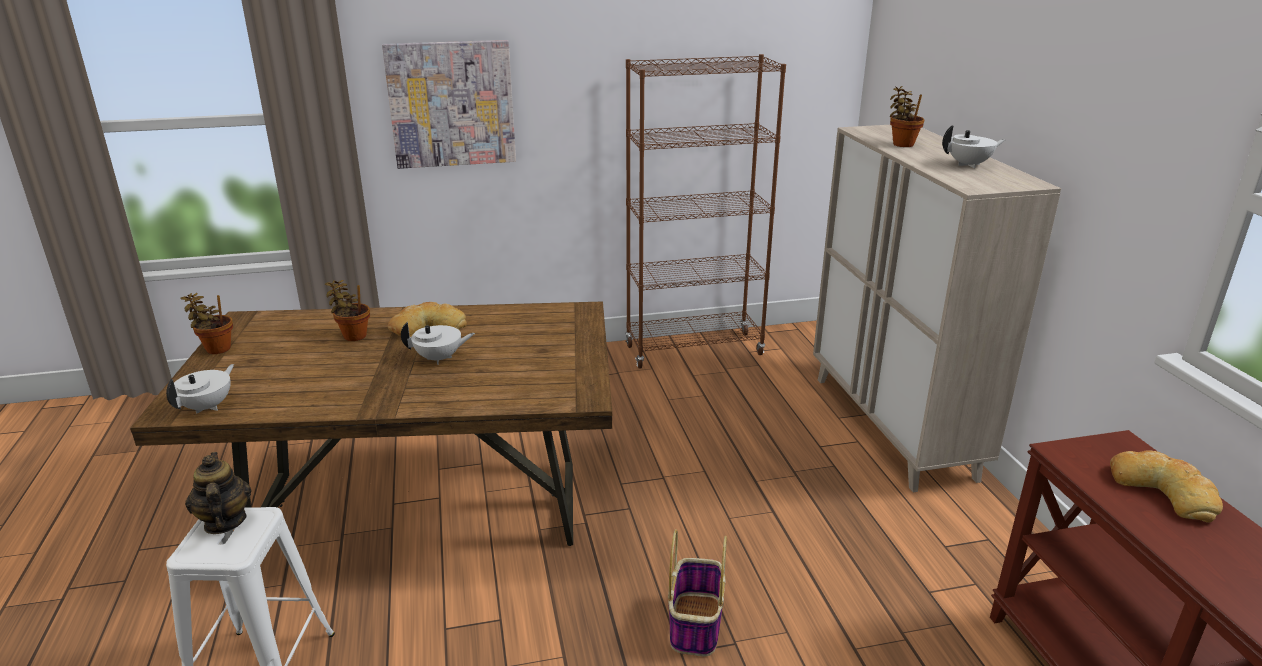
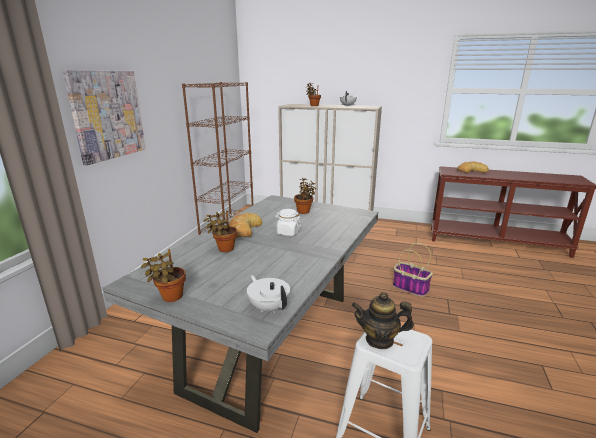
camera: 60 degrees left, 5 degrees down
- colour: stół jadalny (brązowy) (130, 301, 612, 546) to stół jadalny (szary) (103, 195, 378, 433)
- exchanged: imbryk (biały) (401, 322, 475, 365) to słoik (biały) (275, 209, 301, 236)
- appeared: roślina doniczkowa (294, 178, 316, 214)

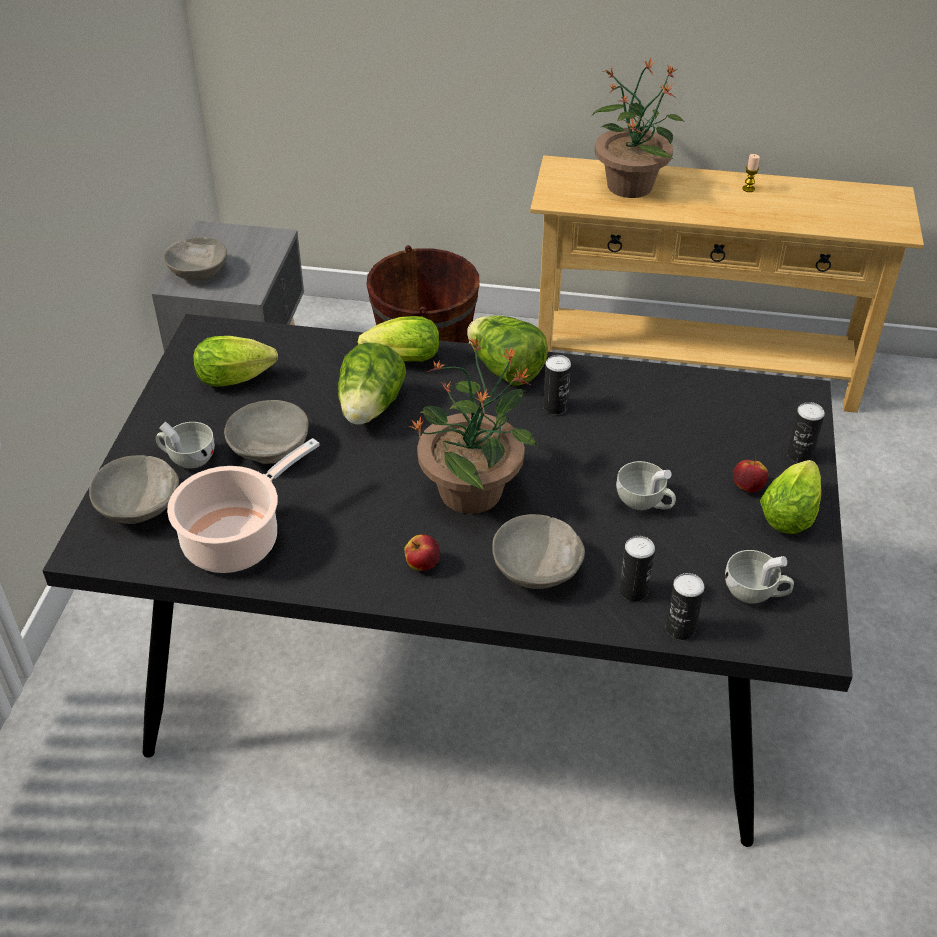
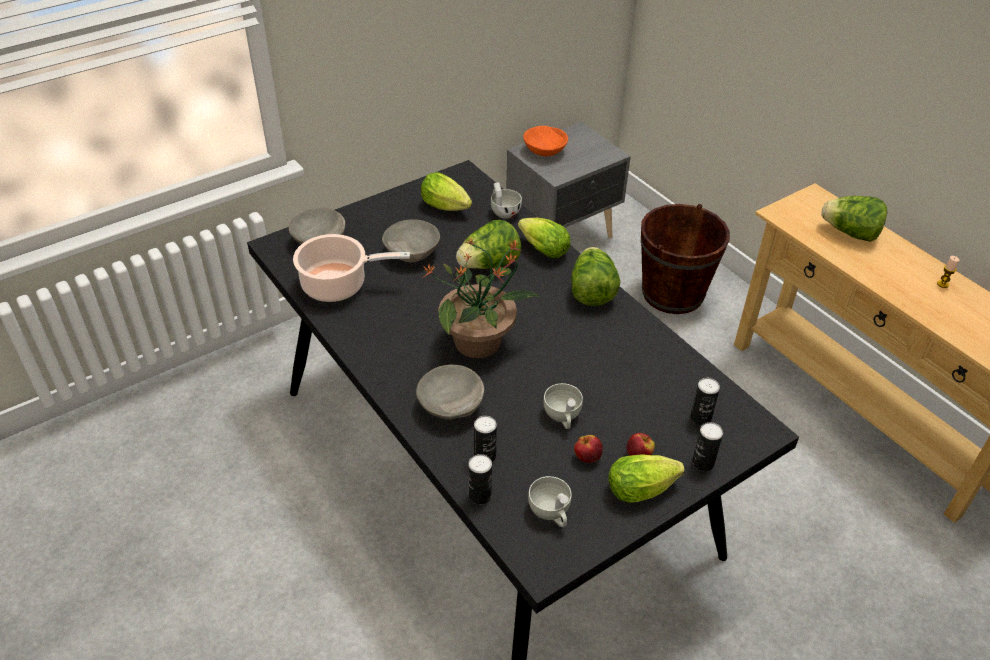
camera: 45 degrees right, 0 degrees up
- exchanged: roślina doniczkowa (592, 58, 684, 198) to sałata (821, 196, 887, 242)
- colour: miska (szary) (163, 237, 227, 281) to miska (pomarańczowy) (523, 126, 568, 156)
- relocated: puszka (543, 355, 571, 414) to (690, 378, 720, 426)
- relocated: filiżanka (biały) (155, 422, 215, 469) to (491, 182, 522, 219)
- relocated: jabłko (404, 534, 440, 571) to (574, 435, 603, 463)

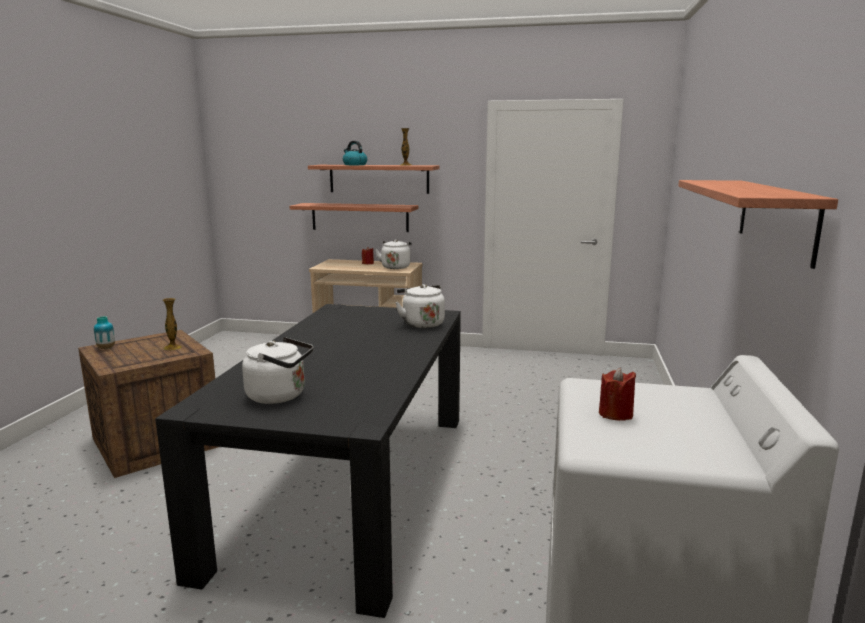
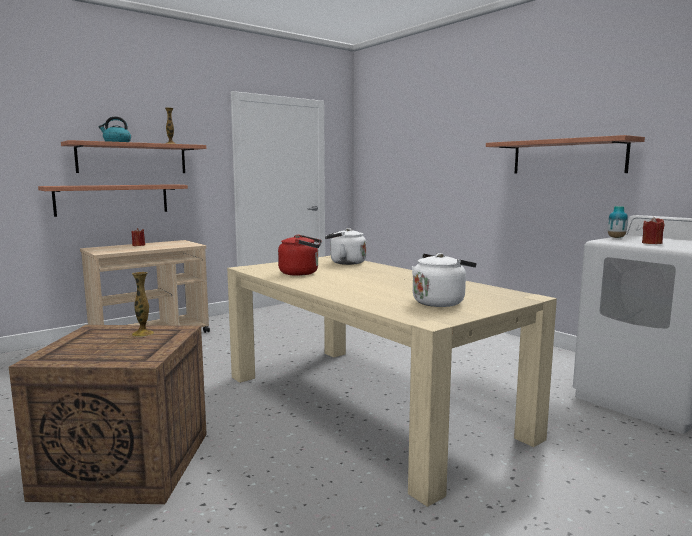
camera: 50 degrees left, 5 degrees down
- missing: czajnik (biały) (375, 239, 412, 269)
- colour: stół jadalny (czarny) (155, 304, 461, 618) to stół jadalny (beżowy) (227, 256, 557, 507)
- relocated: wazon (94, 316, 115, 349) to (608, 206, 628, 238)
- appeared: czajnik (czerwony) (278, 235, 322, 276)

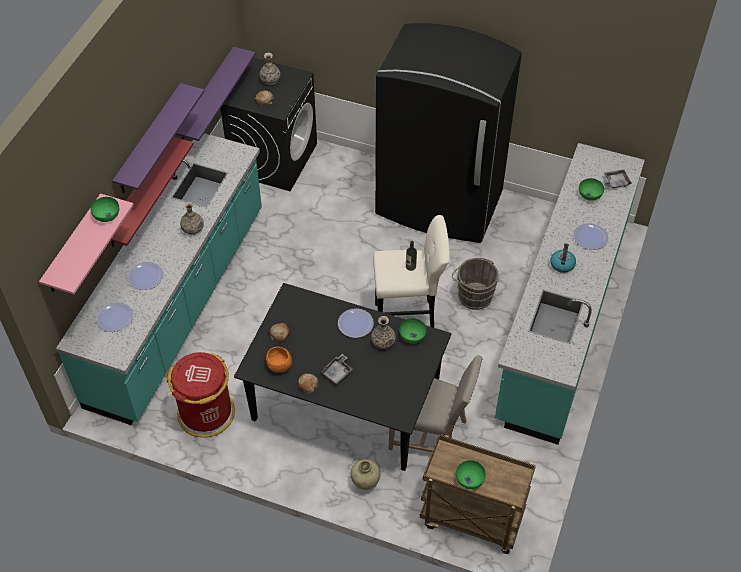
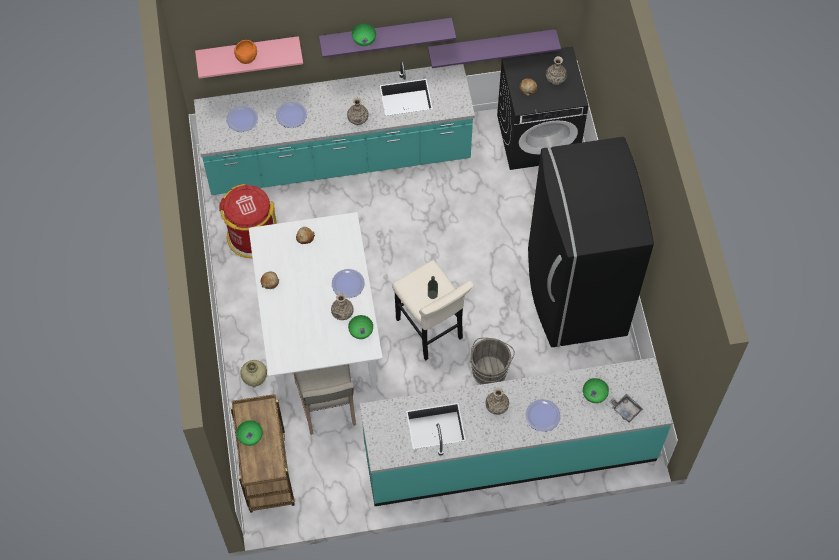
camera: 60 degrees right, 10 degrees up
- missing: półka (czerwony) (110, 137, 194, 247)
- relocated: miska (zielony) (90, 197, 119, 222) to (352, 24, 376, 46)
- exchanged: czajnik (550, 243, 576, 273) to wazon (485, 387, 509, 415)
- colour: stół jadalny (czarny) (234, 283, 451, 471) to stół jadalny (biały) (249, 212, 383, 402)
- relocated: miska (pomarańczowy) (266, 347, 292, 373) to (234, 40, 257, 64)
- missing: taca (szary) (320, 354, 353, 385)

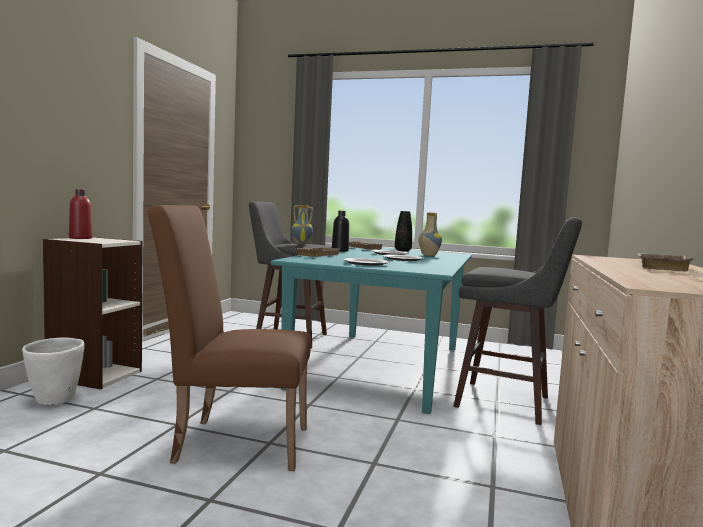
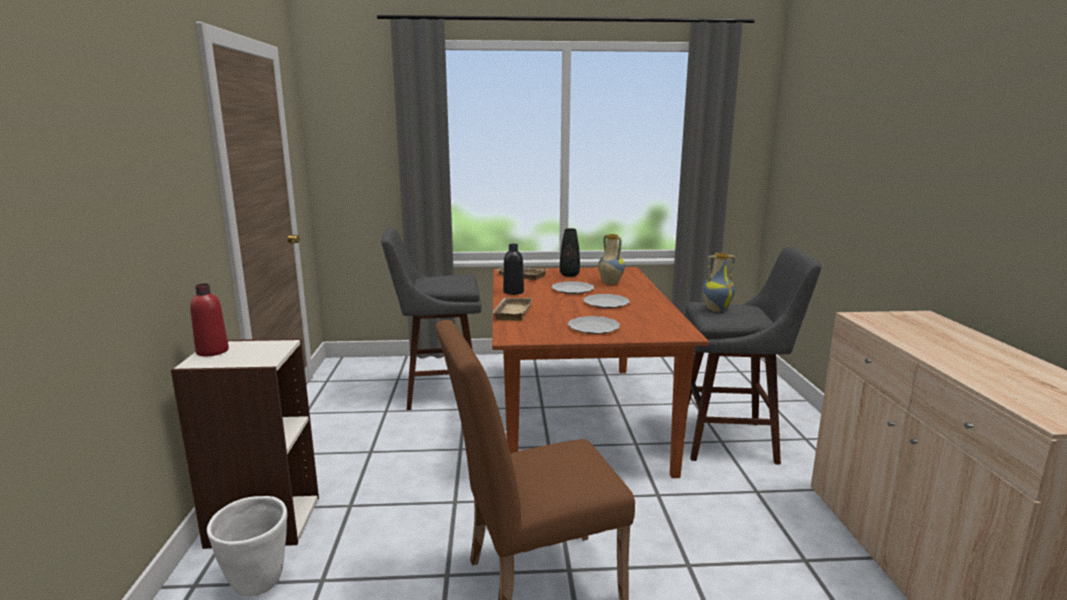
camera: 20 degrees left, 10 degrees up
- relocated: wazon (292, 205, 313, 245) to (702, 253, 735, 312)
- colour: stół jadalny (turkusowy) (271, 247, 472, 414) to stół jadalny (brązowy) (492, 267, 709, 478)
- missing: taca (beżowy) (637, 253, 695, 271)

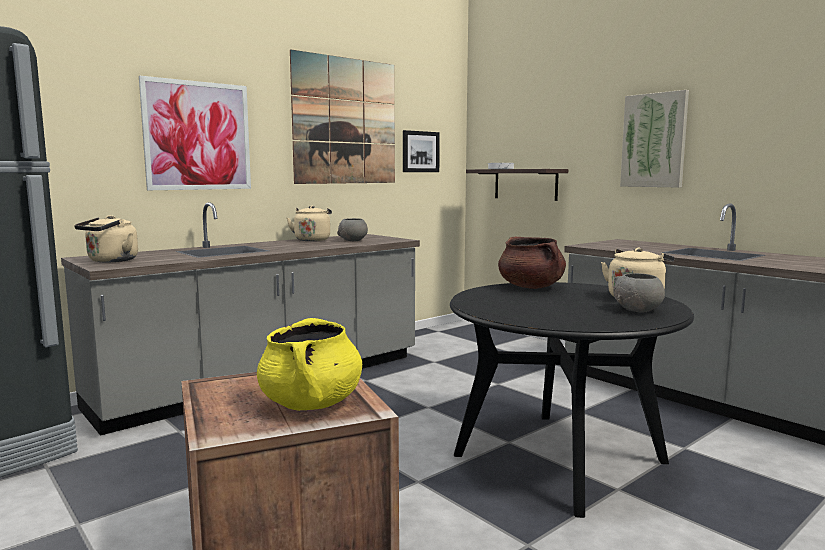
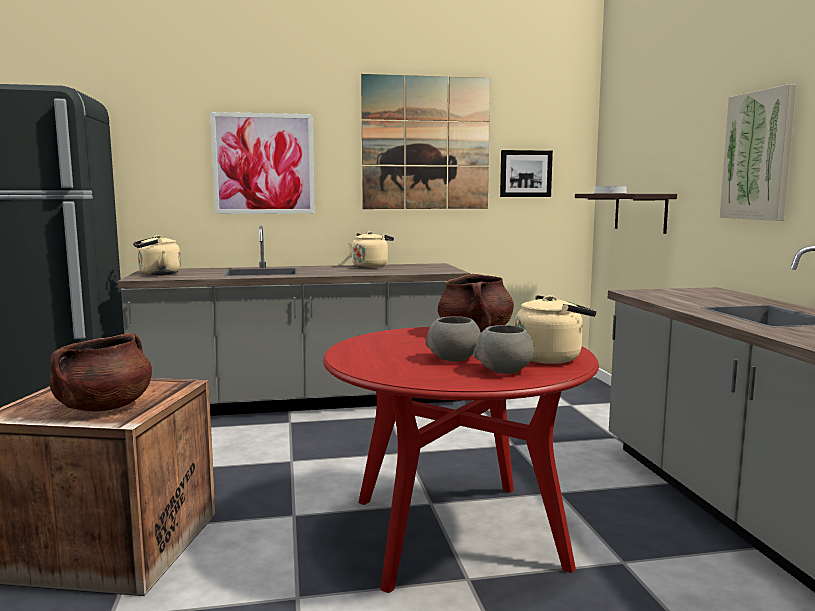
camera: 30 degrees right, 0 degrees up
- relocated: miska (szary) (337, 218, 368, 241) to (425, 316, 481, 362)
- colour: stół jadalny (czarny) (450, 282, 694, 518) to stół jadalny (czerwony) (323, 327, 599, 593)
- colour: garnek (żółty) (257, 318, 362, 411) to garnek (brązowy) (50, 333, 152, 412)

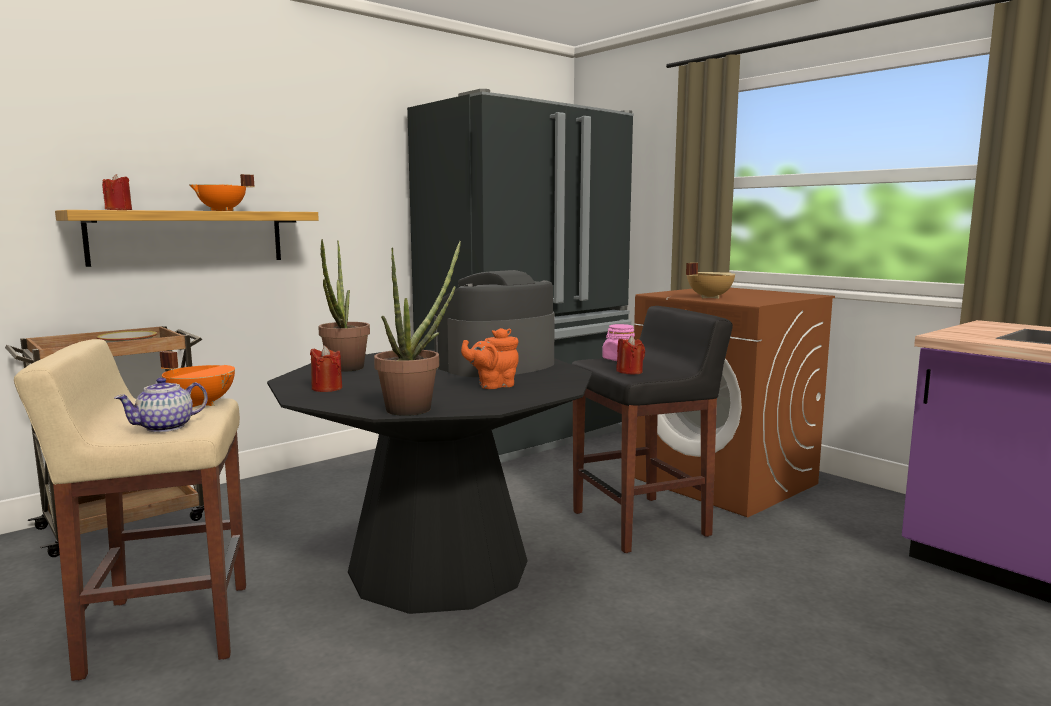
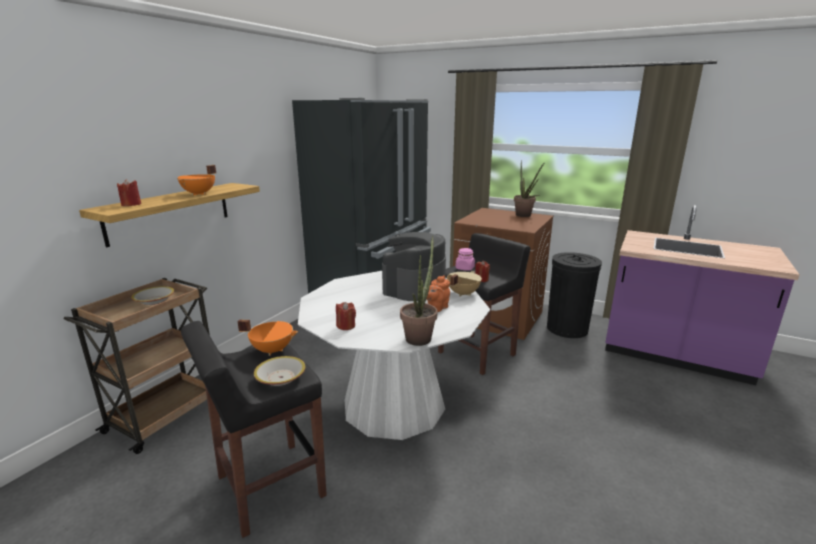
camera: 20 degrees left, 10 degrees up
- relocated: roślina doniczkowa (318, 239, 370, 372) to (514, 161, 545, 217)
- relocated: garnek (beżowy) (686, 263, 735, 299) to (447, 271, 482, 297)
- colour: stołek (beżowy) (14, 339, 246, 681) to stołek (czarny) (181, 321, 327, 538)
- colour: stół jadalny (czarny) (267, 350, 592, 614) to stół jadalny (biały) (298, 271, 490, 440)
- exchanged: imbryk (114, 377, 208, 432) to miska (254, 356, 306, 386)
- appeared: kosz na śmieci (czarny) (547, 252, 602, 338)

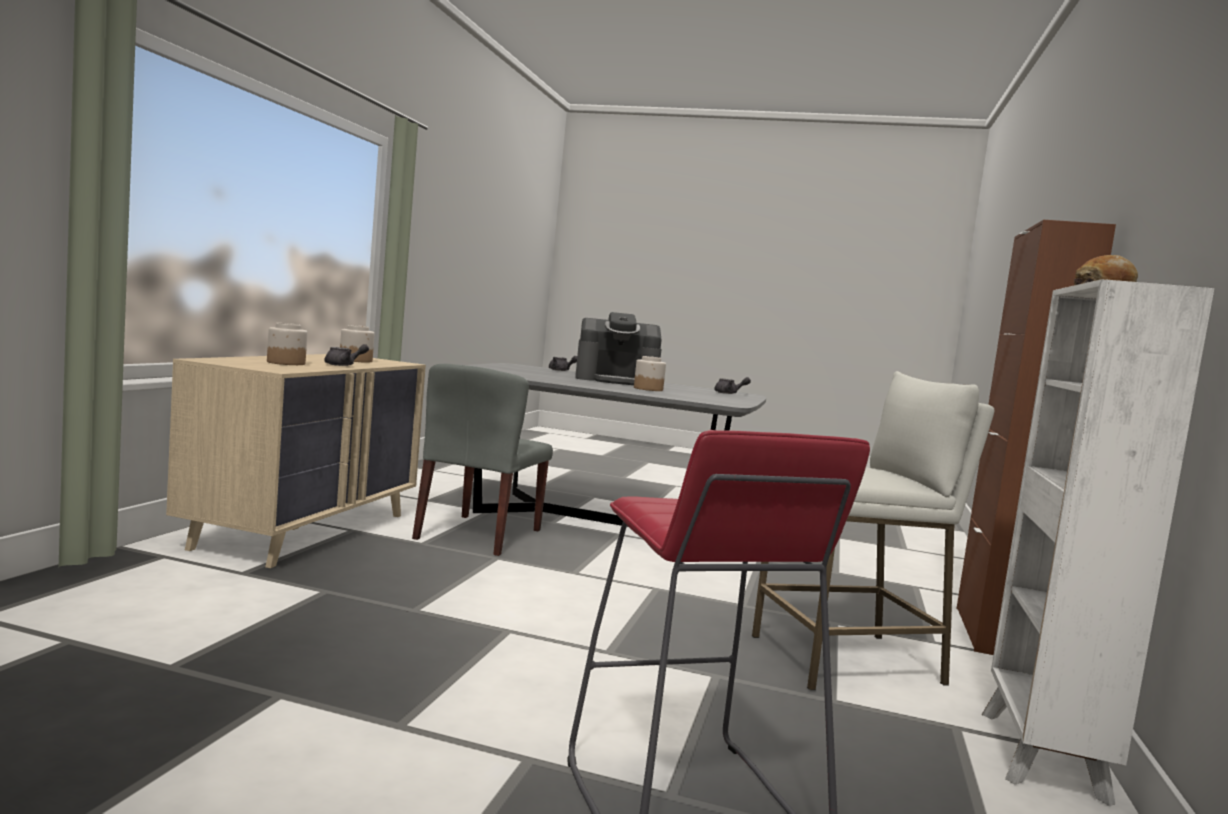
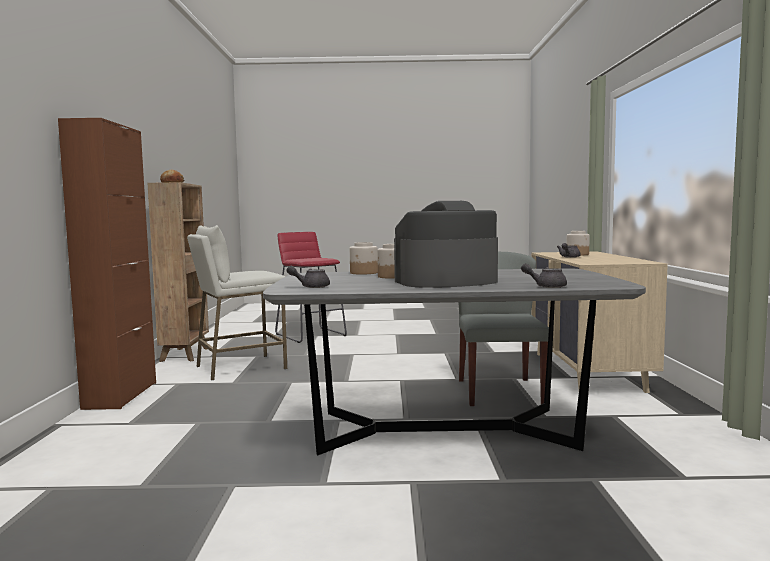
camera: 165 degrees right, 0 degrees up
- colour: regał (biały) (982, 279, 1214, 806) to regał (brązowy) (147, 182, 209, 362)
- relocated: słoik (340, 325, 374, 363) to (350, 242, 378, 274)

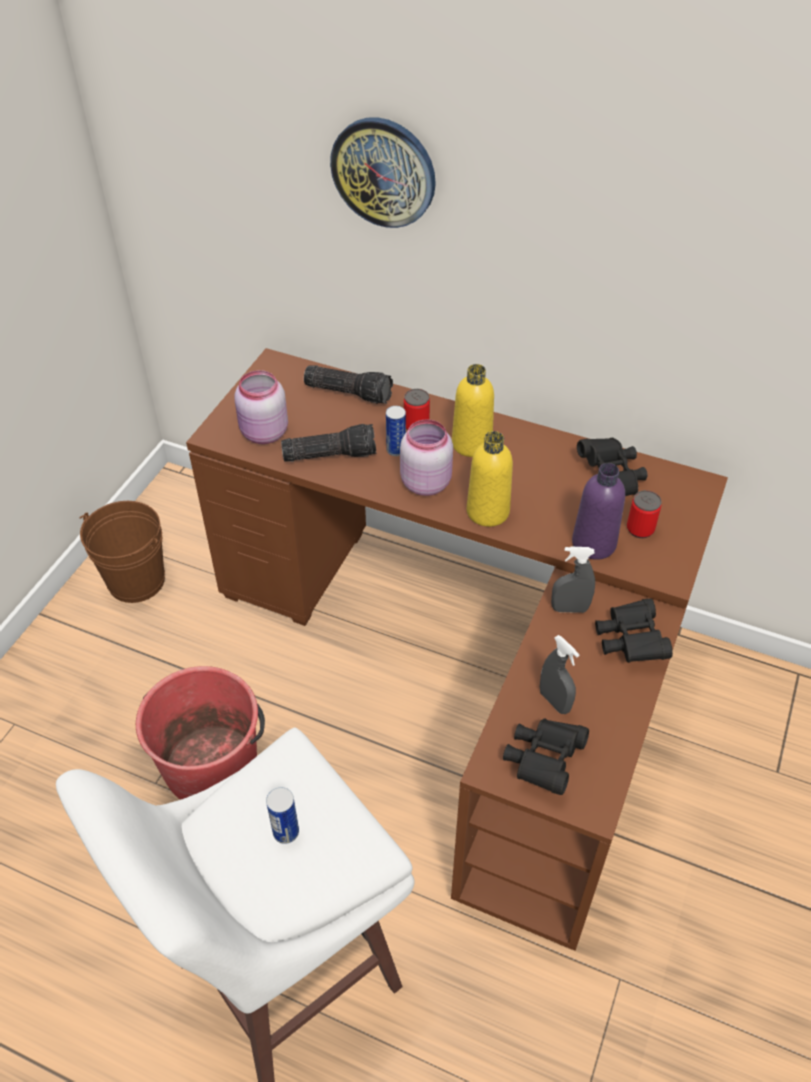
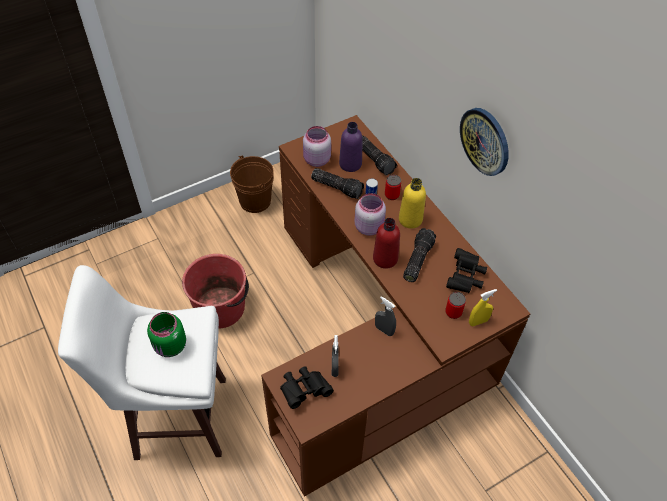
camera: 35 degrees right, 5 degrees up
- relocated: zegar ścienny (330, 117, 436, 228) to (460, 108, 509, 176)
- colour: butelka (żółty) (467, 431, 513, 527) to butelka (czerwony) (373, 218, 400, 269)
- relocated: butelka (fioletowy) (572, 463, 625, 560) to (339, 122, 363, 172)
- missing: lornetka (czarny) (595, 598, 673, 663)
- exchanged: puszka (266, 787, 299, 844) to słoik (zielony) (147, 312, 186, 357)
- appeared: latarka (403, 228, 436, 282)
- appeared: spryskiwacz (żółty) (469, 289, 497, 326)

